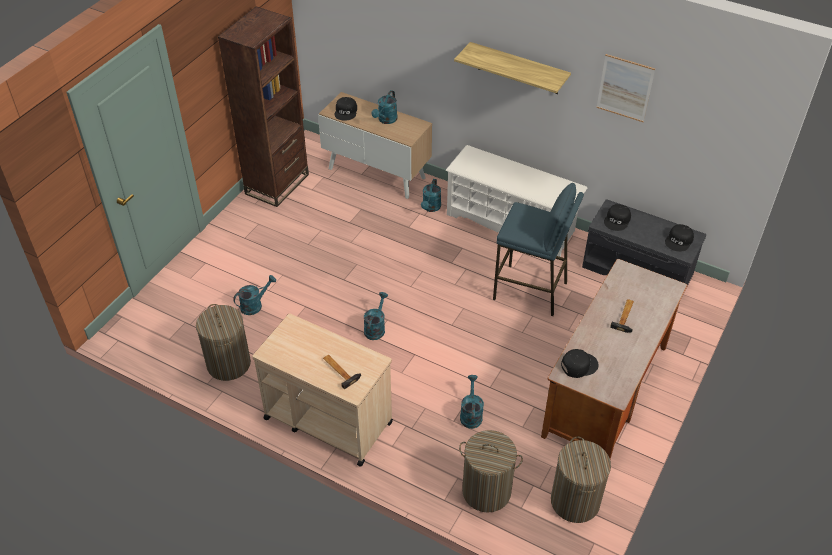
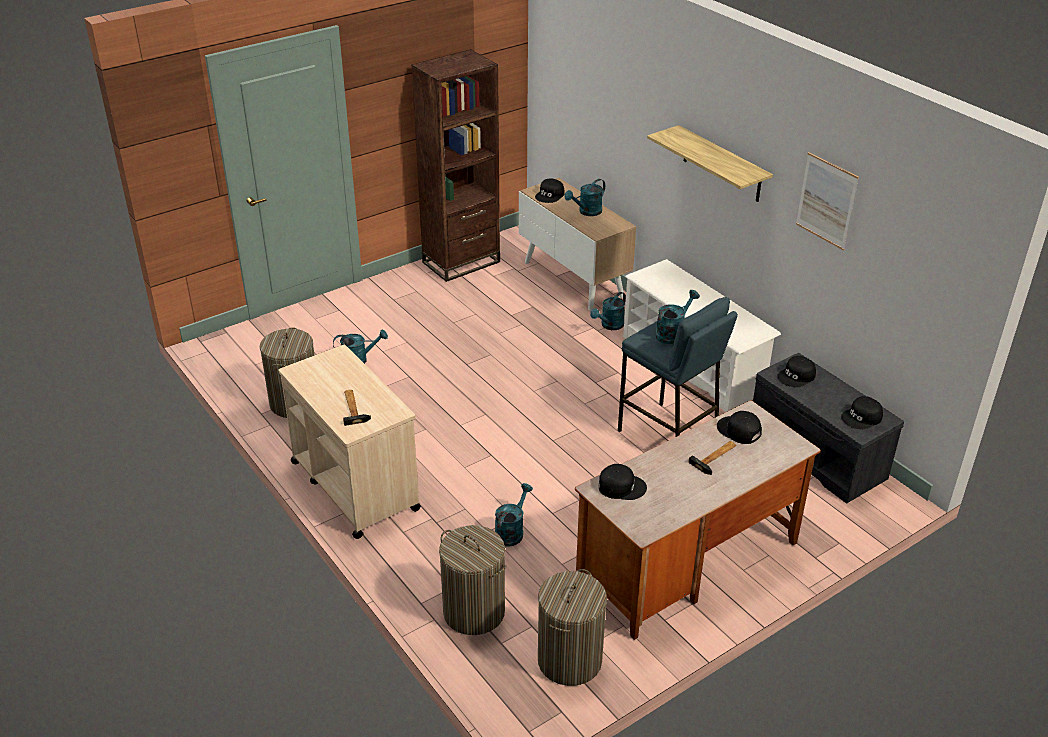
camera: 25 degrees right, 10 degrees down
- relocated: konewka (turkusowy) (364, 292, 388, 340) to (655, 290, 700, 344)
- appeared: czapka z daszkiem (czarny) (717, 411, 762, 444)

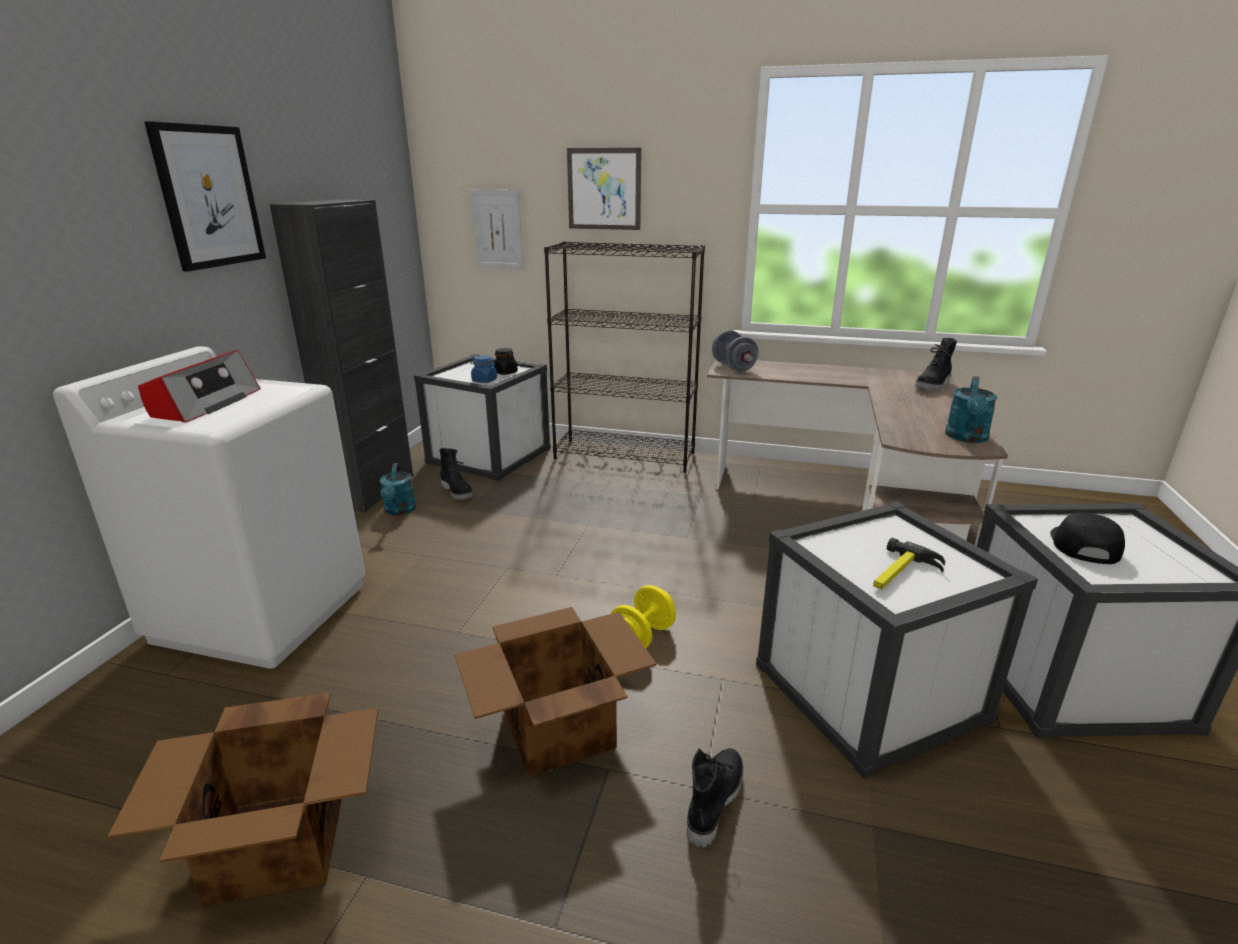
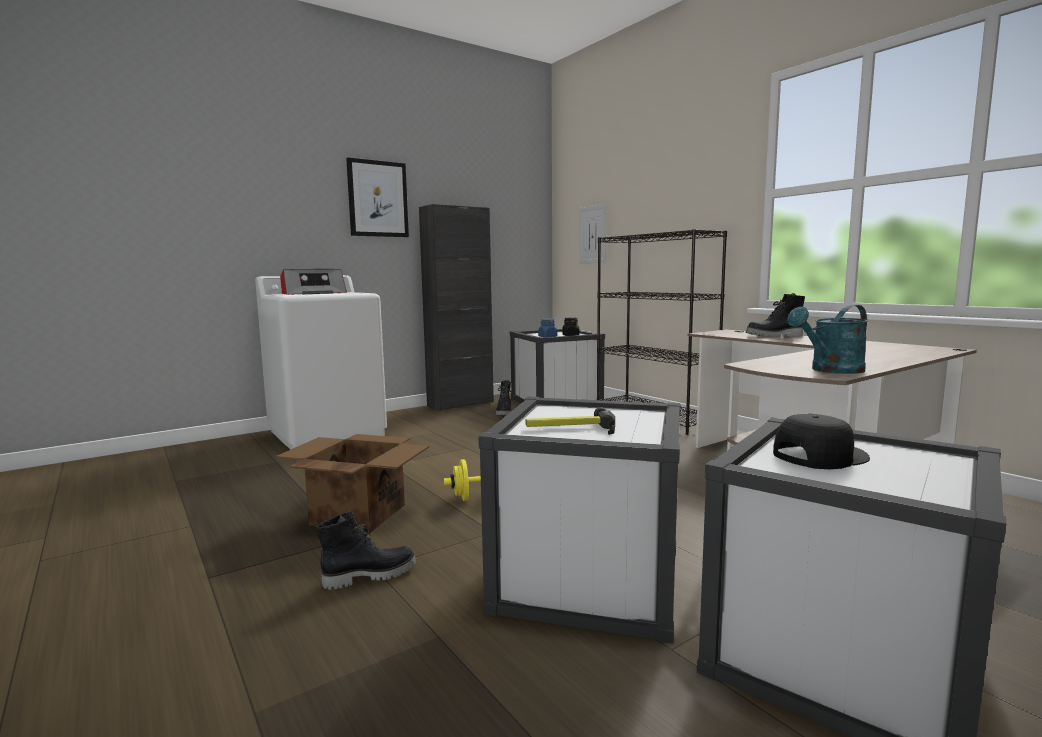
camera: 40 degrees right, 15 degrees down
- missing: obraz (567, 148, 641, 230)
- missing: hantel (szary) (712, 330, 759, 372)
- relocated: but z cholewką (czarny) (915, 338, 957, 391) to (746, 293, 805, 337)
- missing: konewka (turkusowy) (380, 463, 416, 516)
- missing: karton (108, 693, 378, 907)

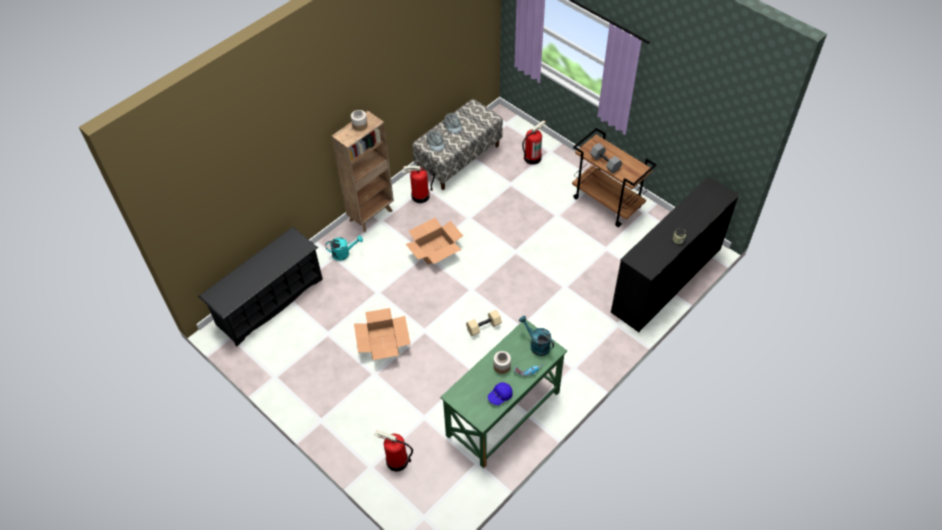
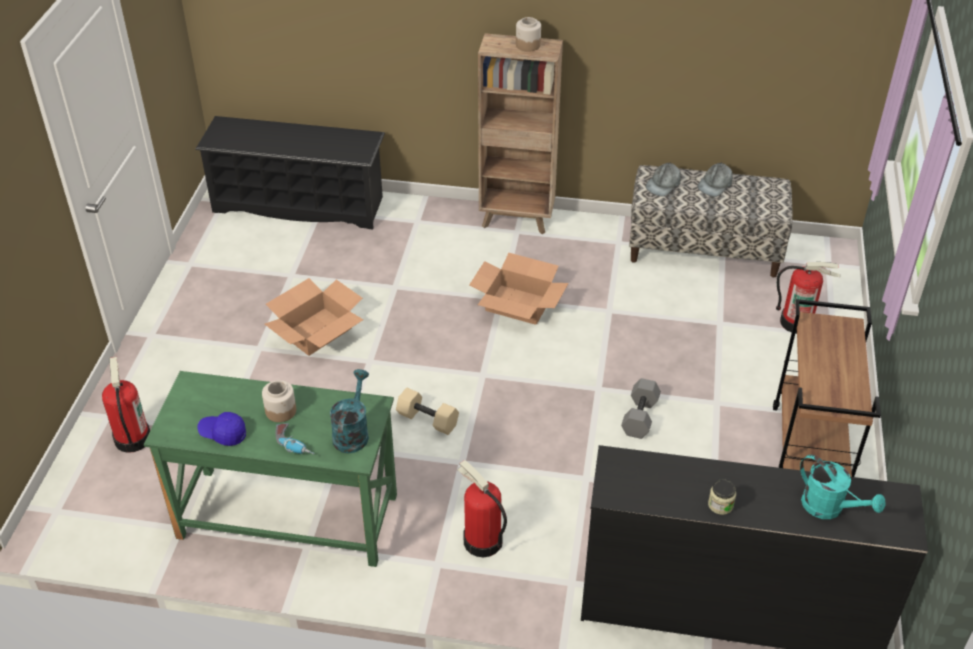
camera: 55 degrees right, 10 degrees down
- relocated: hantel (szary) (590, 143, 622, 173) to (621, 378, 661, 439)
- relocated: gaśnica (402, 166, 435, 203) to (457, 460, 507, 557)
- relocated: konewka (turkusowy) (326, 236, 363, 261) to (800, 454, 885, 519)

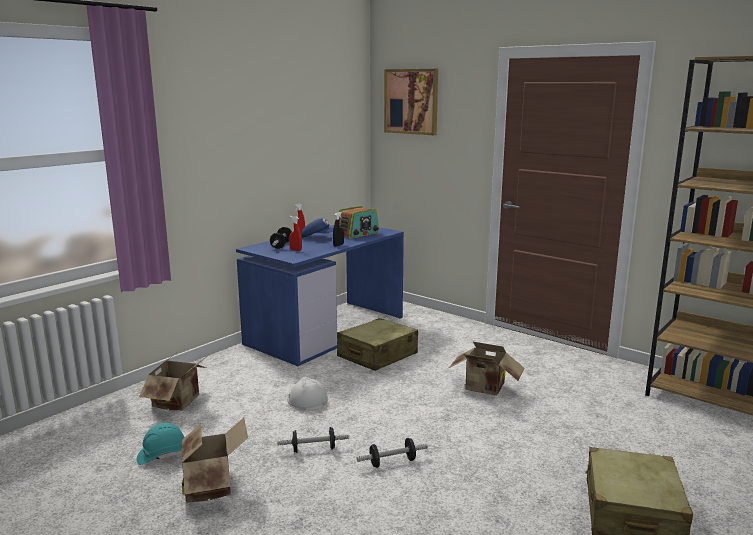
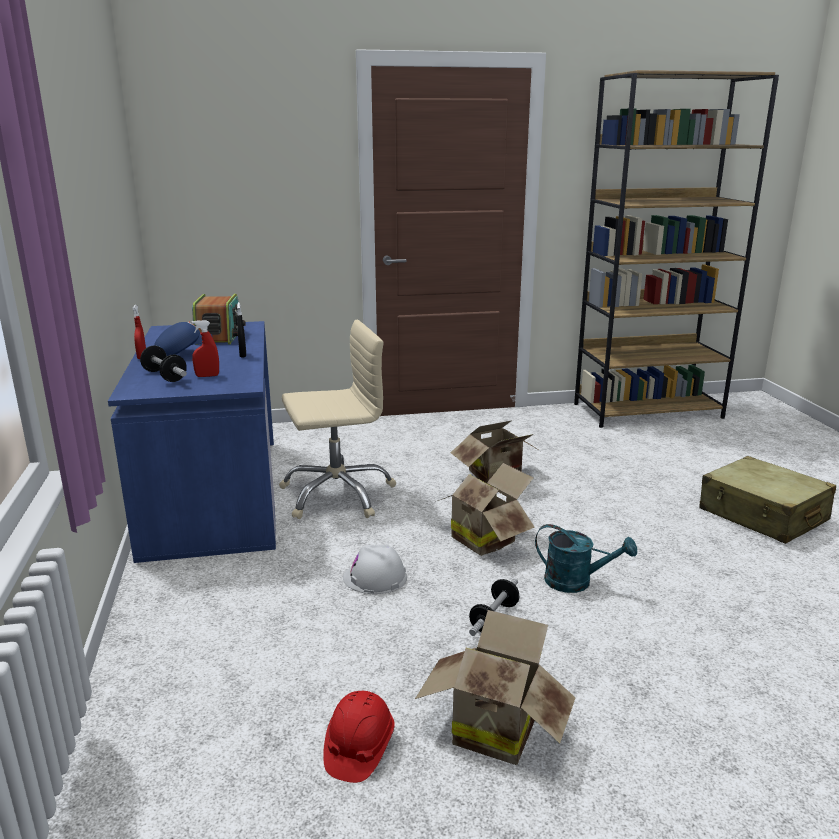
camera: 50 degrees left, 5 degrees up
- missing: obraz (384, 69, 438, 135)
- exchanged: walizka (beżowy) (337, 318, 418, 371) to krzesło biurowe (beżowy) (279, 320, 396, 519)
- relocated: karton (139, 354, 210, 410) to (438, 463, 535, 556)
- colour: kask (turkusowy) (137, 423, 185, 465) to kask (czerwony) (323, 690, 395, 783)
- exchanged: hantel (357, 438, 428, 468) to konewka (turkusowy) (535, 524, 637, 593)

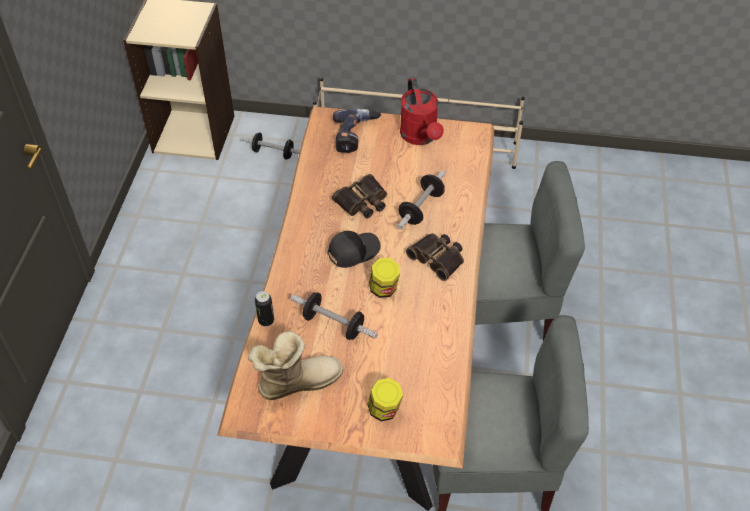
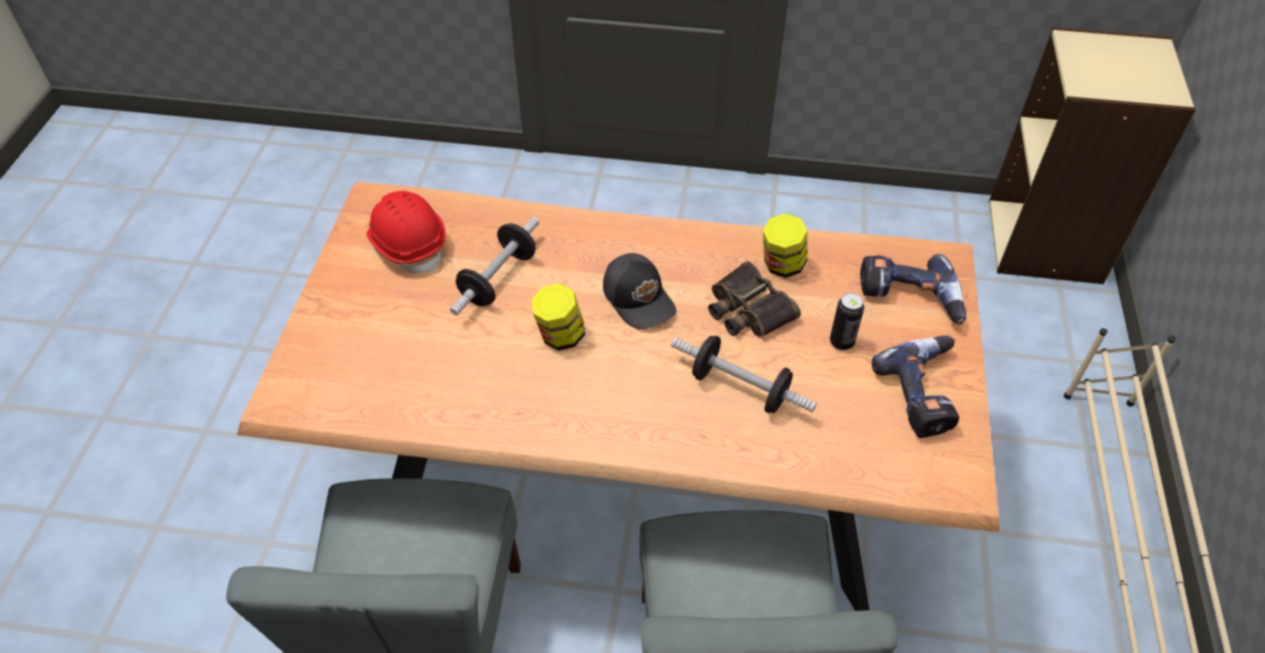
camera: 90 degrees right, 0 degrees up
- exchanged: konewka (czerwony) (400, 78, 444, 145) to wiertarka (872, 335, 959, 438)
- missing: hantel (242, 132, 300, 160)
- missing: lornetka (406, 233, 464, 281)
- relocated: puszka (255, 291, 274, 327) to (830, 293, 864, 351)
- exchanged: but z cholewką (248, 331, 344, 400) to kask (czerwony) (367, 191, 446, 274)
- relocated: słoik (367, 378, 403, 422) to (763, 213, 807, 278)

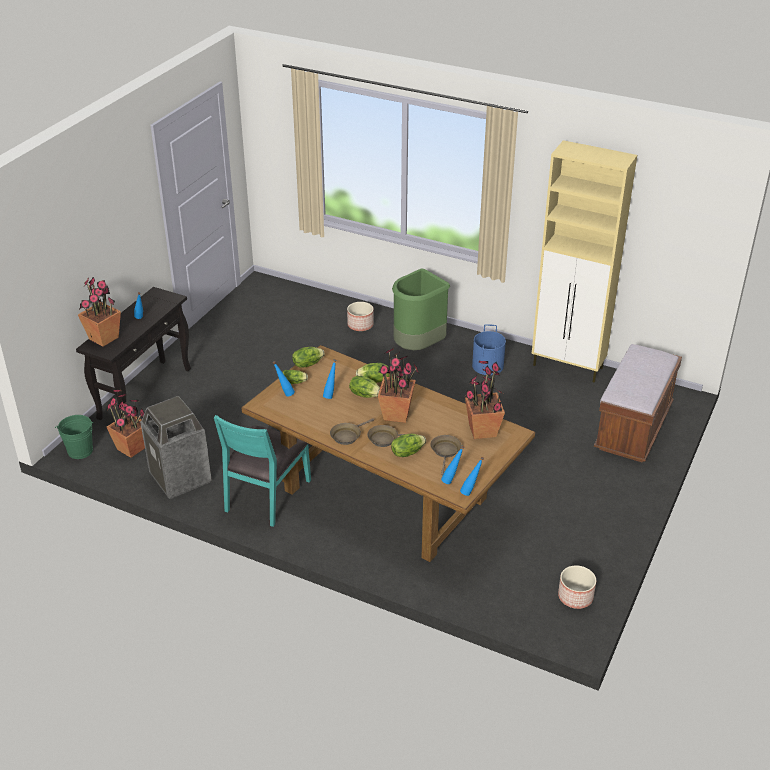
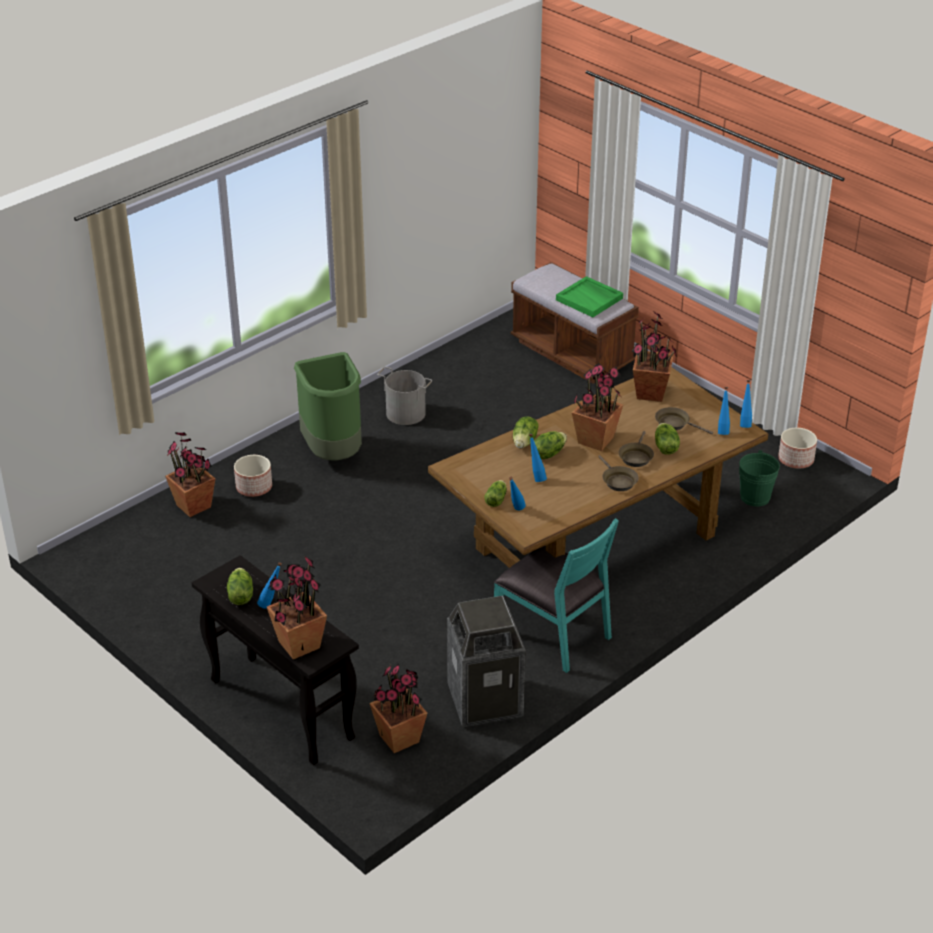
camera: 70 degrees left, 0 degrees up
- missing: szafka (beżowy) (532, 140, 637, 383)
- colour: wiadro (niebieski) (472, 324, 506, 375) to wiadro (szary) (377, 367, 432, 425)
- relocated: sałata (292, 347, 325, 368) to (227, 568, 253, 605)
- relocated: wiadro (zielony) (55, 415, 94, 459) to (739, 450, 780, 506)
- appeared: taca (zielony) (556, 276, 623, 317)
- appeared: roślina doniczkowa (165, 432, 215, 517)

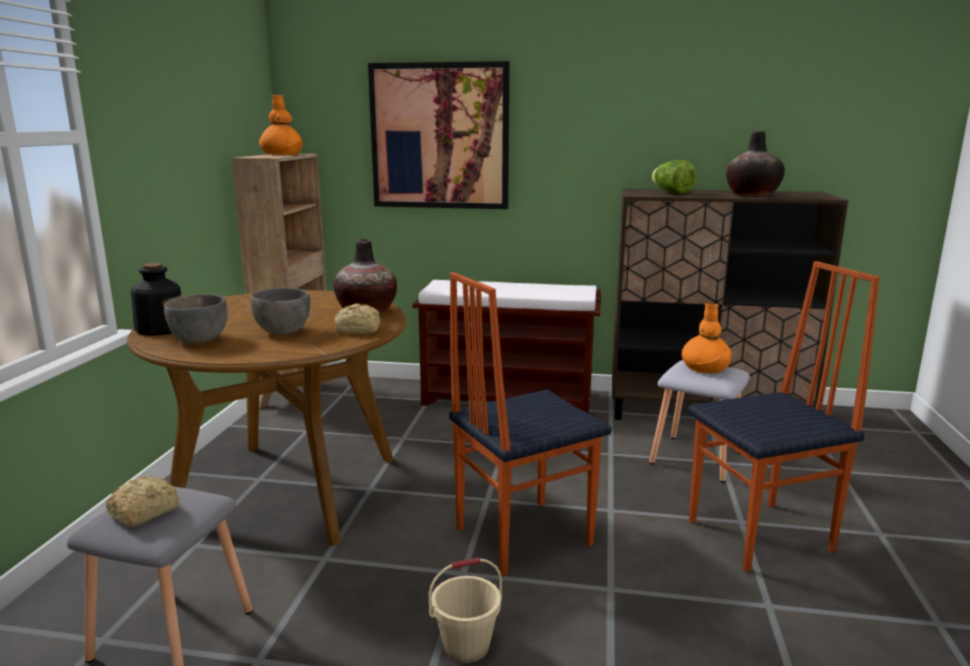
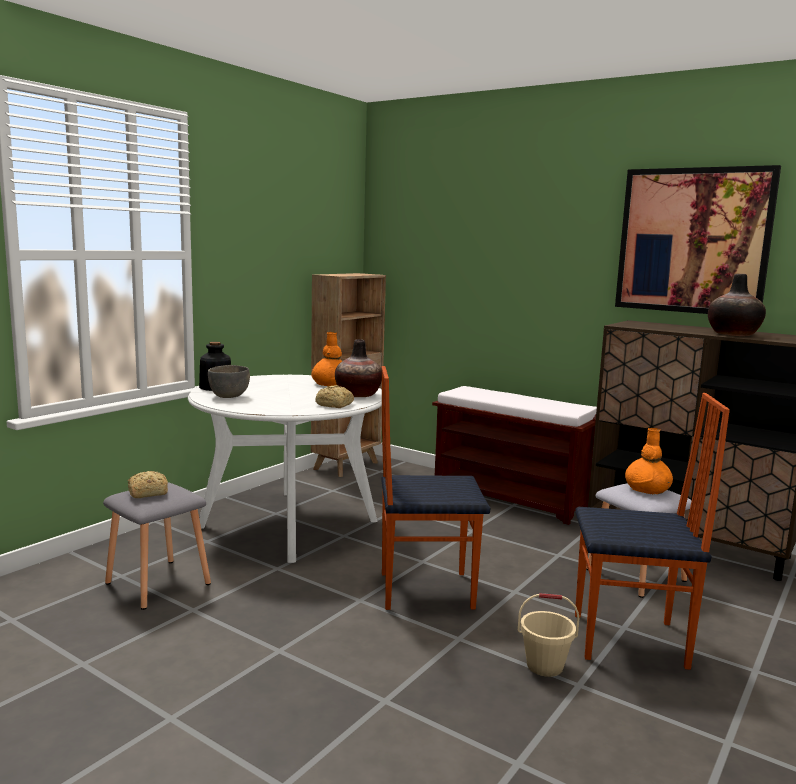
camera: 25 degrees right, 5 degrees down
- relocated: obraz (368, 61, 510, 209) to (615, 165, 781, 314)
- relocated: wazon (pomarańczowy) (259, 95, 303, 155) to (311, 332, 342, 386)
- missing: sałata (652, 160, 696, 194)
- missing: miska (szary) (250, 288, 310, 335)
- colour: stół jadalny (brązowy) (127, 290, 407, 546) to stół jadalny (biały) (188, 375, 382, 563)
- relocated: wiadro (beżowy) (429, 558, 502, 663) to (518, 593, 579, 677)

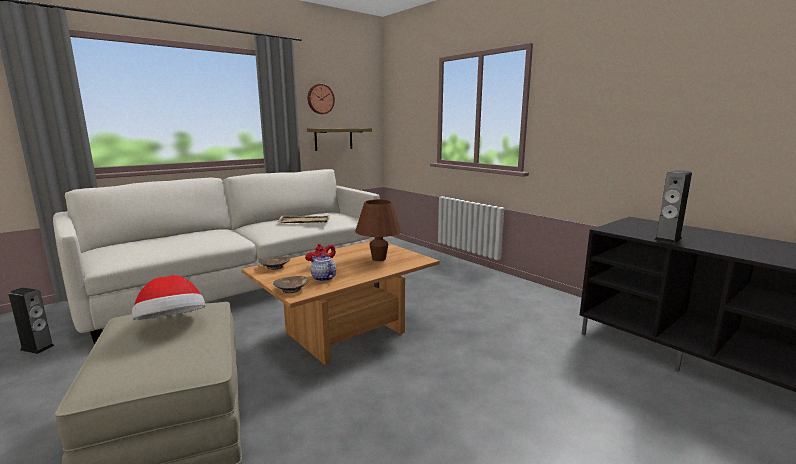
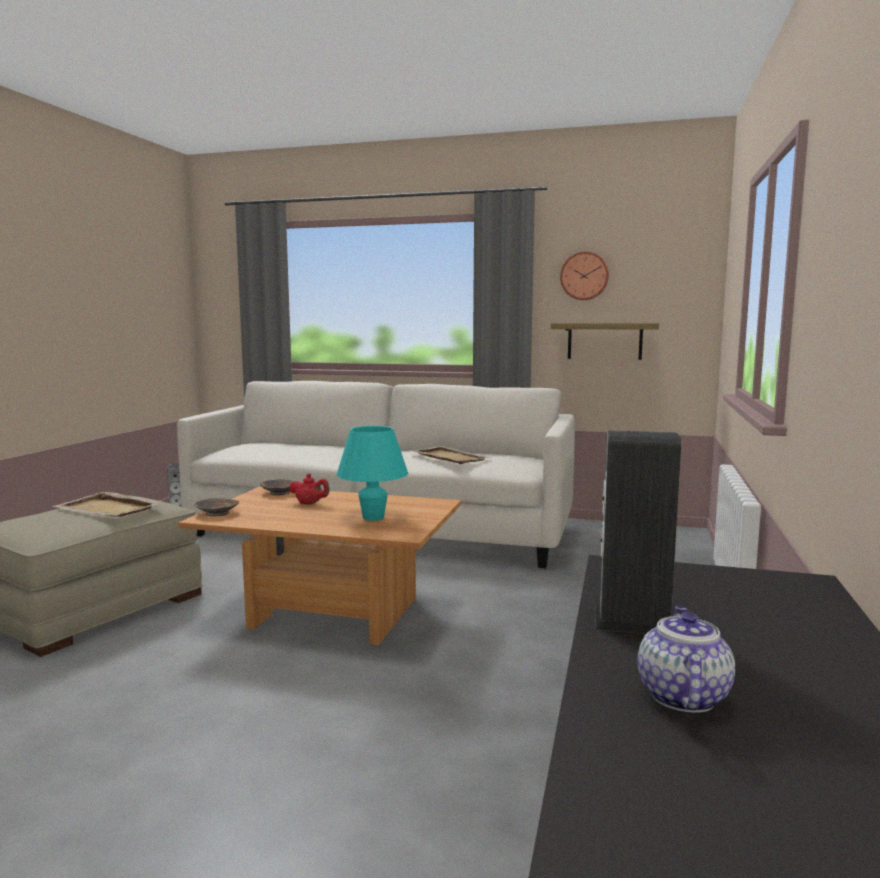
camera: 55 degrees right, 5 degrees down
- colour: lampa stołowa (brązowy) (355, 199, 402, 261) to lampa stołowa (turkusowy) (337, 426, 409, 521)
- relocated: imbryk (311, 255, 336, 281) to (638, 606, 735, 713)
- exchanged: kapelusz (132, 275, 206, 320) to taca (beżowy) (52, 492, 163, 517)

